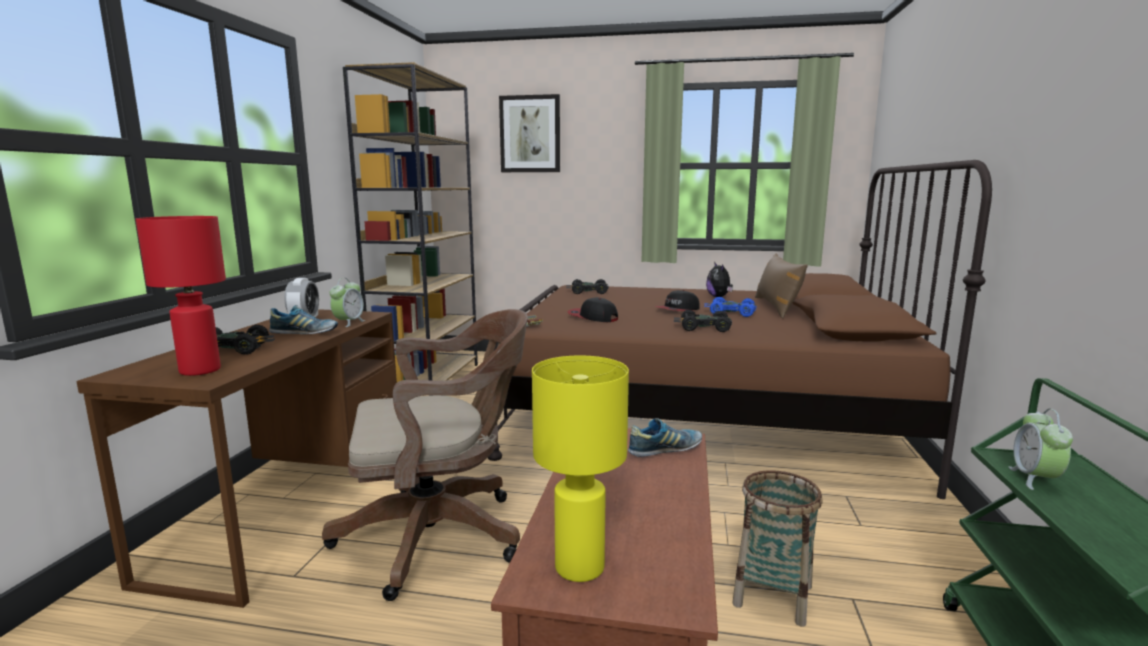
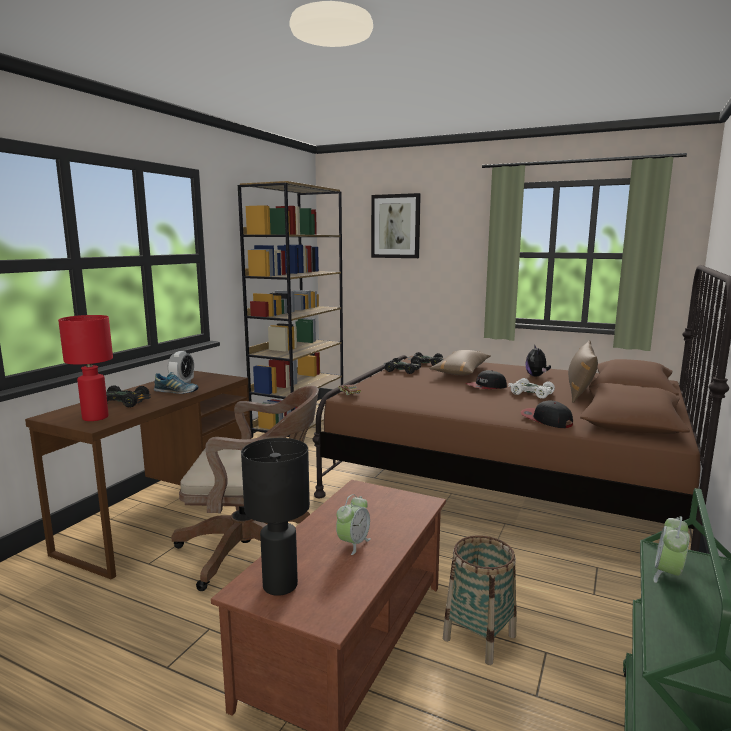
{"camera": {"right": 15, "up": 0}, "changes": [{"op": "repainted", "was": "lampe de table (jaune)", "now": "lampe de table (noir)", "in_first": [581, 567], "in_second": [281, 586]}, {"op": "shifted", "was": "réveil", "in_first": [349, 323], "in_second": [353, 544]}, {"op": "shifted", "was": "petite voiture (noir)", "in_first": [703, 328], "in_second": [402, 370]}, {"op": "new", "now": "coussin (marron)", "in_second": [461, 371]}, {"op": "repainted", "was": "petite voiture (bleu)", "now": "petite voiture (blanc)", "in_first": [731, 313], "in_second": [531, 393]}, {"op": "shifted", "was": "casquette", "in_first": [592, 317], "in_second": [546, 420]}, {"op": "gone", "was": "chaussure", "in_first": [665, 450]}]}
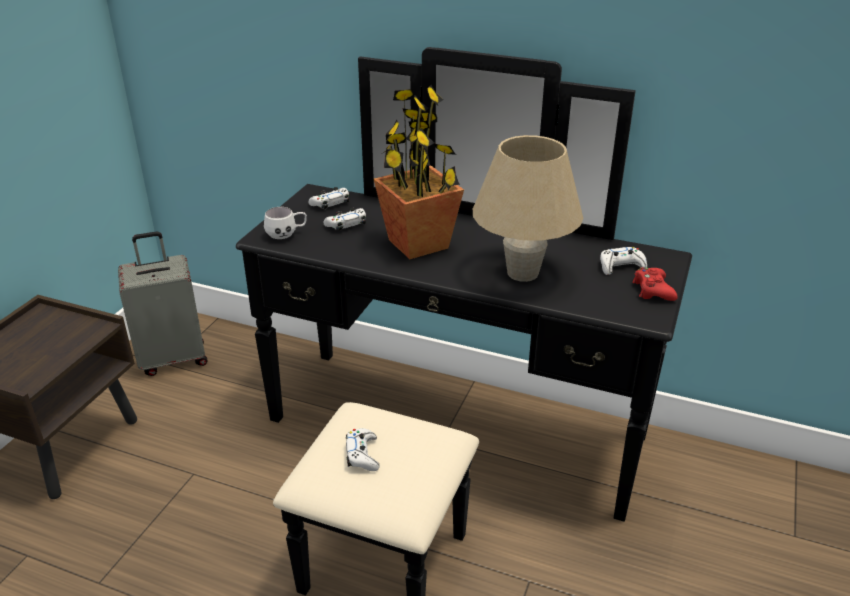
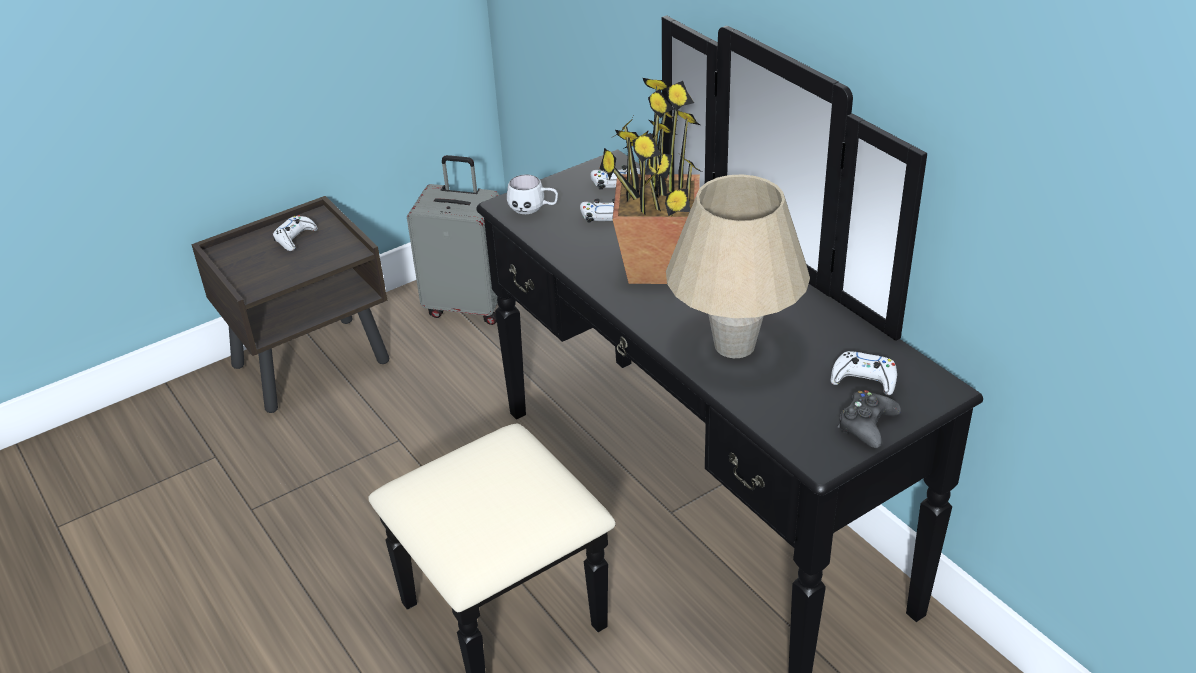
{"camera": {"right": 35, "up": 5}, "changes": [{"op": "shifted", "was": "manette (blanc)", "in_first": [362, 455], "in_second": [295, 238]}, {"op": "repainted", "was": "manette (rouge)", "now": "manette (noir)", "in_first": [652, 290], "in_second": [866, 425]}]}
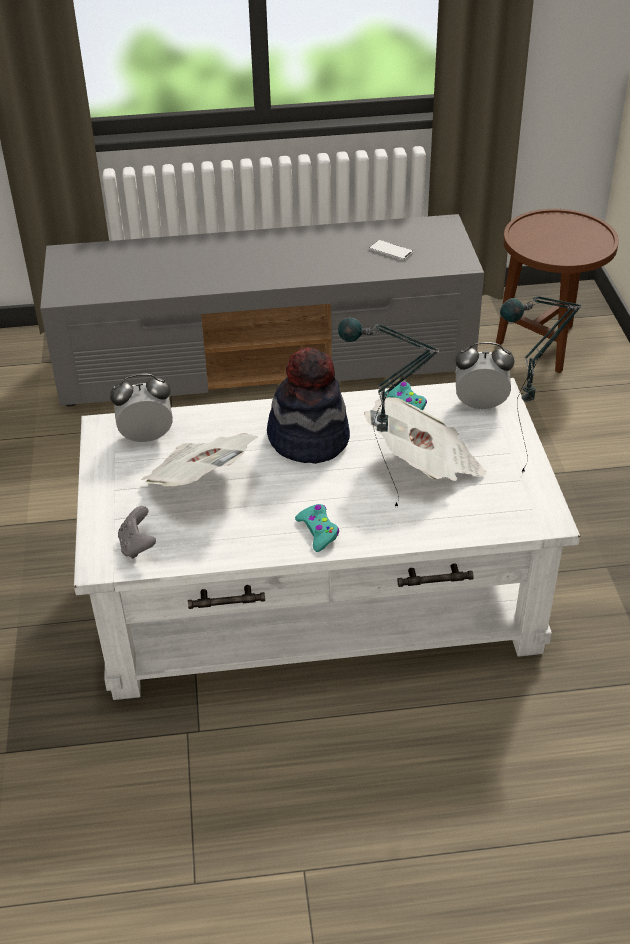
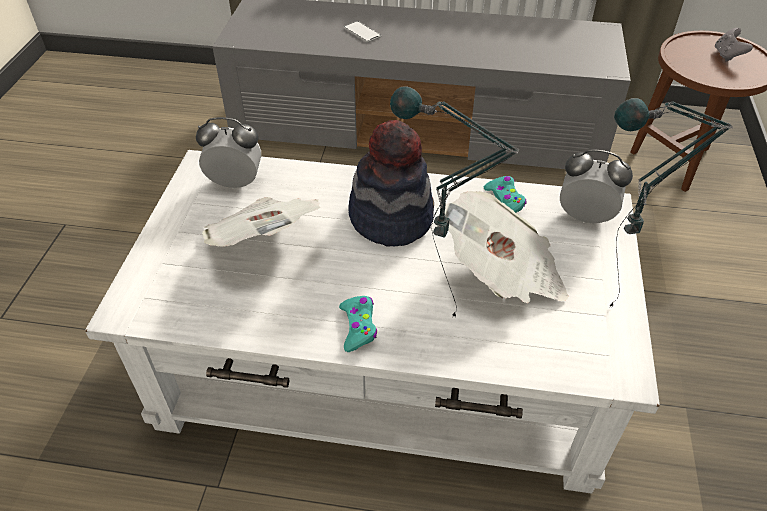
{"camera": {"right": 15, "up": 5}, "changes": [{"op": "shifted", "was": "téléphone", "in_first": [391, 251], "in_second": [362, 32]}, {"op": "shifted", "was": "manette (gris)", "in_first": [137, 546], "in_second": [727, 55]}]}
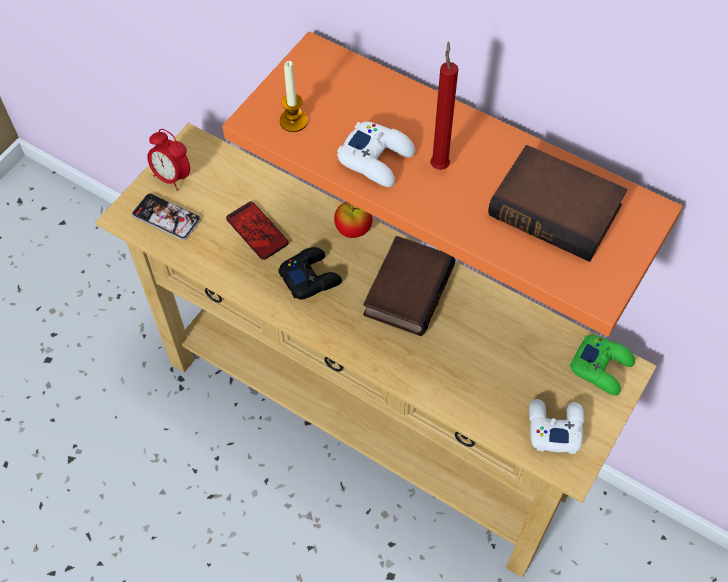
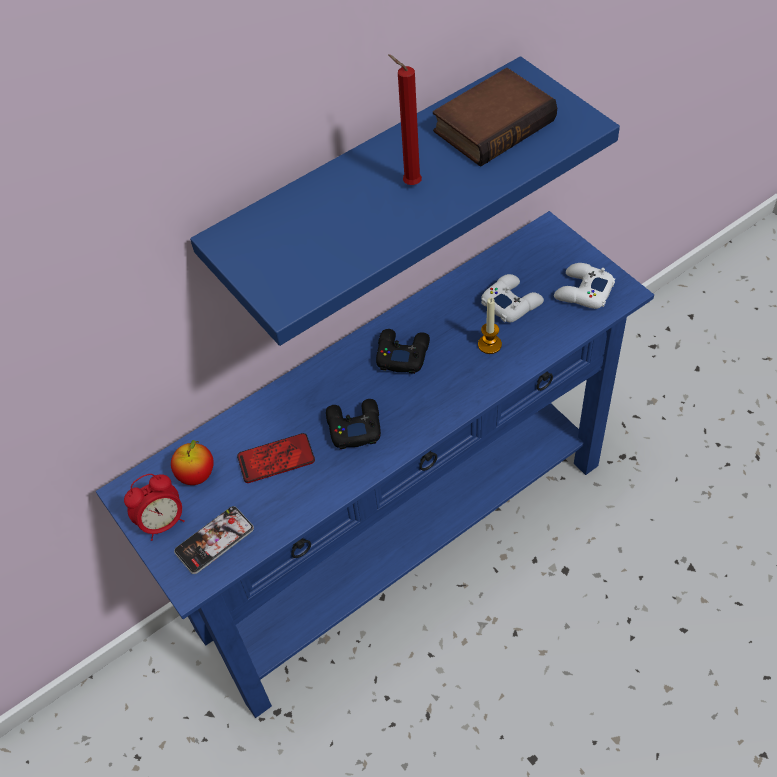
{"camera": {"right": -65, "up": -5}, "changes": [{"op": "repainted", "was": "table console (beige)", "now": "table console (bleu)", "in_first": [365, 422], "in_second": [403, 544]}, {"op": "shifted", "was": "pomme", "in_first": [353, 230], "in_second": [197, 475]}, {"op": "repainted", "was": "étagère (orange)", "now": "étagère (bleu)", "in_first": [479, 153], "in_second": [369, 187]}, {"op": "swapped", "was": "livre", "now": "manette (noir)", "in_first": [406, 289], "in_second": [402, 354]}, {"op": "shifted", "was": "bougie", "in_first": [293, 121], "in_second": [489, 345]}, {"op": "shifted", "was": "manette (blanc)", "in_first": [377, 159], "in_second": [511, 302]}, {"op": "gone", "was": "manette (vert)", "in_first": [602, 367]}]}
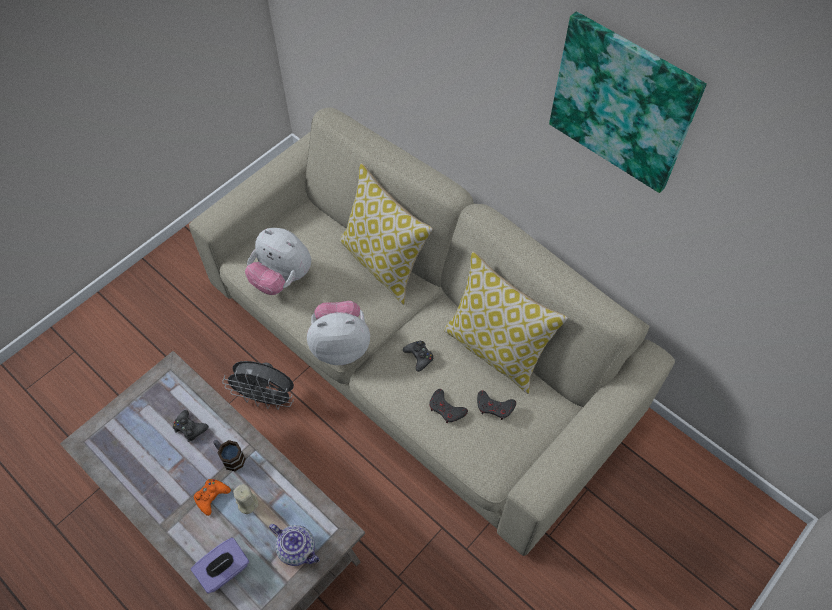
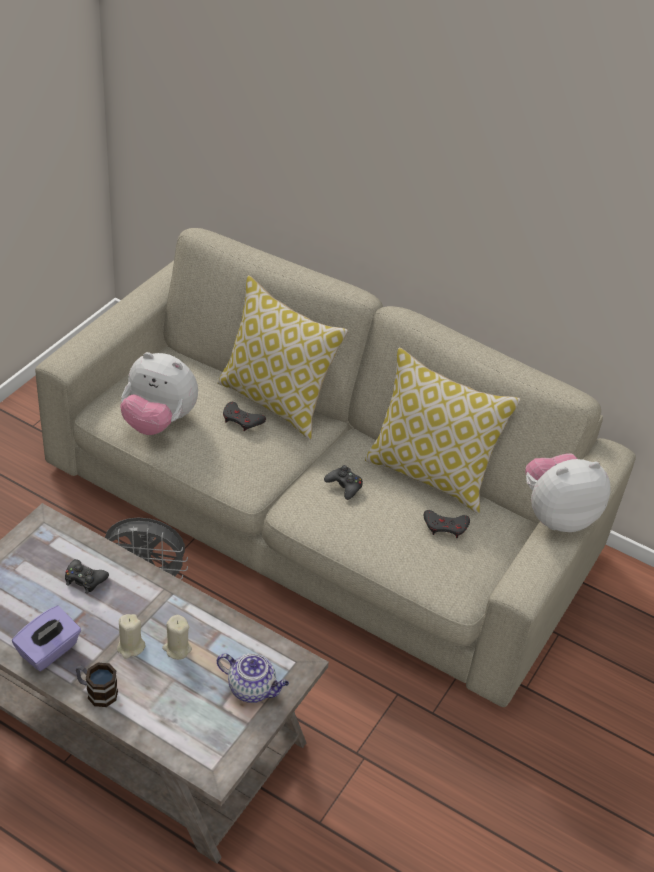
{"camera": {"right": -15, "up": -15}, "changes": [{"op": "shifted", "was": "boîte à mouchoirs (violet)", "in_first": [224, 570], "in_second": [49, 651]}, {"op": "shifted", "was": "mug", "in_first": [230, 457], "in_second": [96, 692]}, {"op": "swapped", "was": "manette (orange)", "now": "bougie (beige)", "in_first": [211, 497], "in_second": [130, 647]}, {"op": "shifted", "was": "manette (gris)", "in_first": [446, 409], "in_second": [242, 420]}, {"op": "shifted", "was": "peluche", "in_first": [340, 345], "in_second": [556, 515]}, {"op": "gone", "was": "tableau", "in_first": [623, 103]}]}
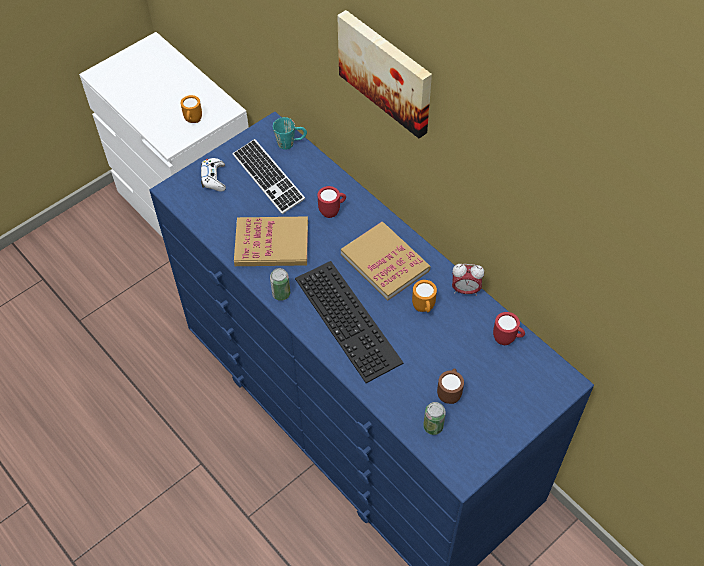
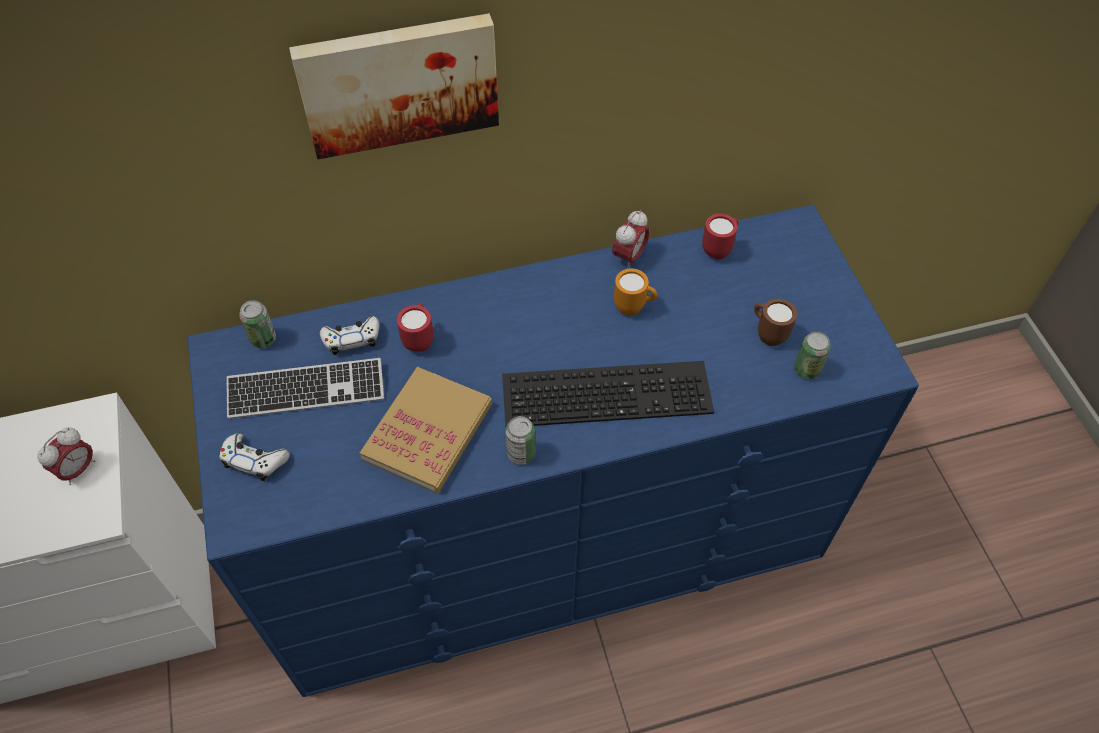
{"camera": {"right": -65, "up": 0}, "changes": [{"op": "swapped", "was": "mug (orange)", "now": "réveil", "in_first": [193, 121], "in_second": [78, 470]}, {"op": "swapped", "was": "mug (turquoise)", "now": "boîte métallique", "in_first": [291, 143], "in_second": [263, 339]}, {"op": "new", "now": "manette (blanc)", "in_second": [352, 339]}, {"op": "gone", "was": "livre", "in_first": [385, 262]}]}
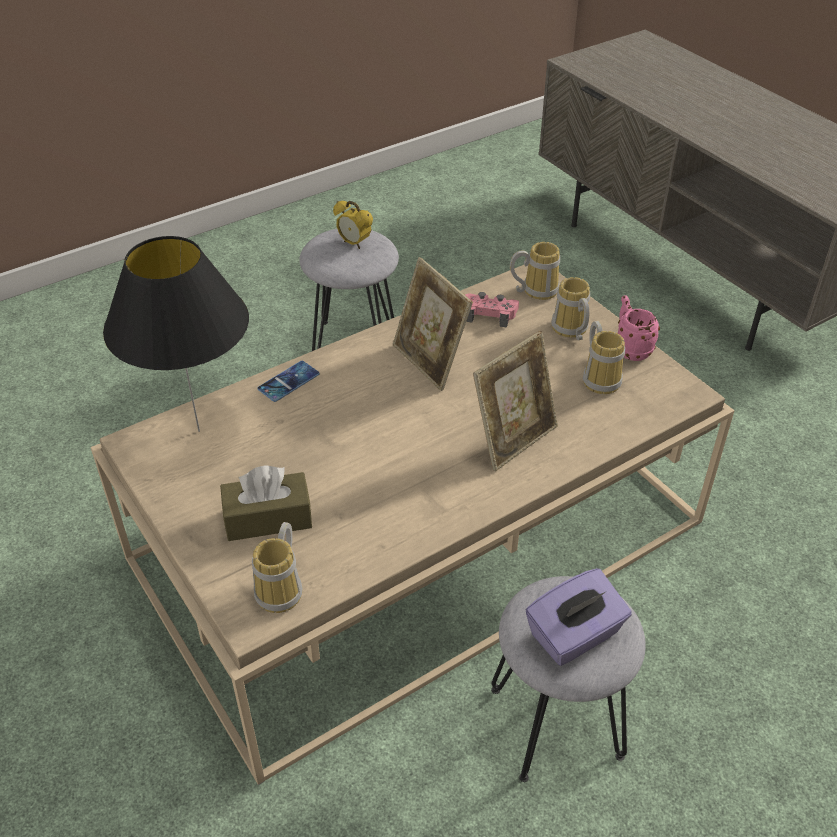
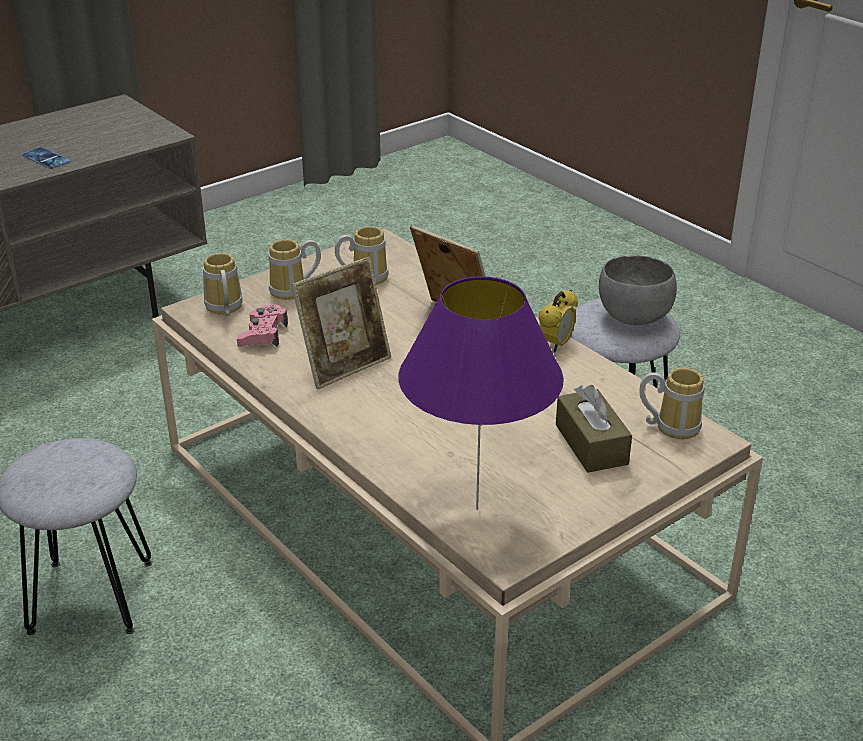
{"camera": {"right": -95, "up": -10}, "changes": [{"op": "shifted", "was": "téléphone", "in_first": [288, 381], "in_second": [46, 159]}, {"op": "repainted", "was": "lampe de table (noir)", "now": "lampe de table (violet)", "in_first": [198, 431], "in_second": [478, 509]}, {"op": "shifted", "was": "réveil", "in_first": [354, 243], "in_second": [556, 345]}, {"op": "swapped", "was": "boîte à mouchoirs (violet)", "now": "bol (gris)", "in_first": [575, 636], "in_second": [632, 317]}, {"op": "gone", "was": "mug (rose)", "in_first": [630, 348]}]}
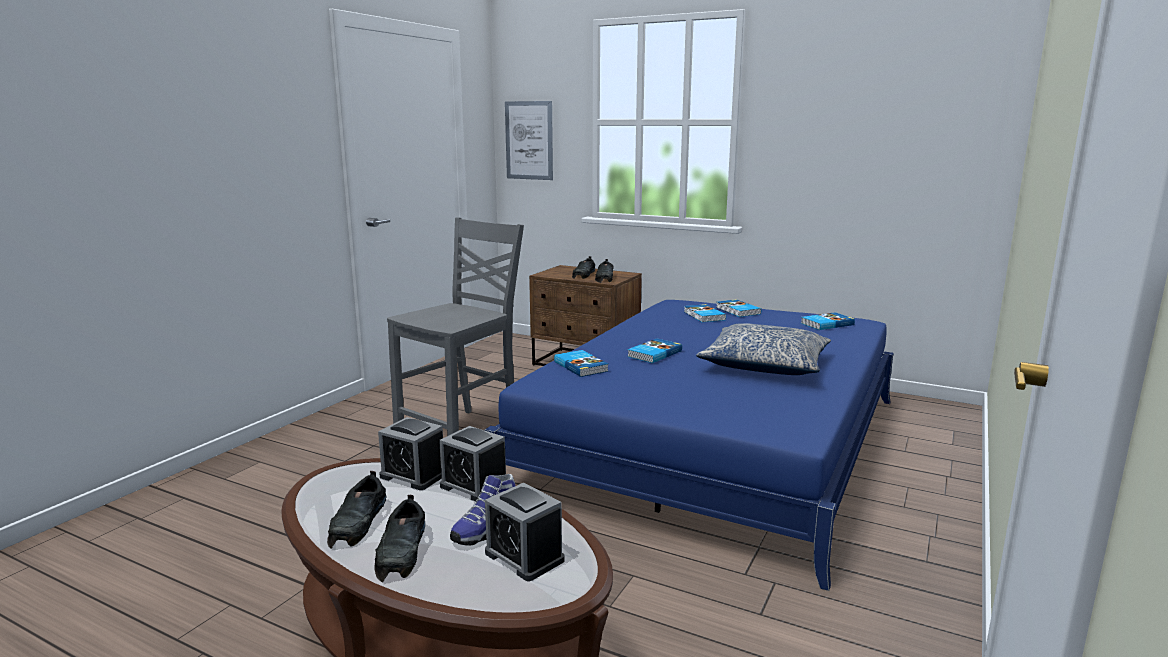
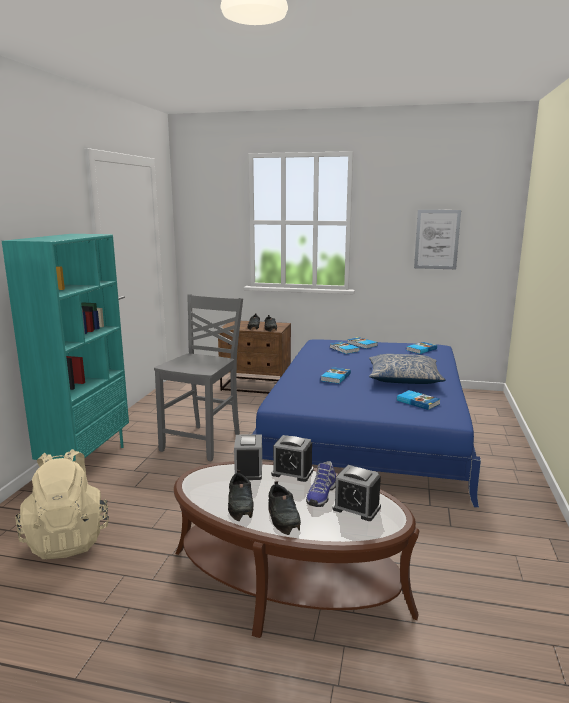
{"camera": {"right": -15, "up": 0}, "changes": [{"op": "new", "now": "bibliothèque (turquoise)", "in_second": [86, 461]}, {"op": "new", "now": "sac à dos (beige)", "in_second": [68, 539]}, {"op": "rotated", "was": "réveil", "in_first": [413, 475], "in_second": [248, 470], "clockwise": -105}, {"op": "shifted", "was": "livre", "in_first": [581, 366], "in_second": [418, 402]}, {"op": "shifted", "was": "tableau", "in_first": [529, 140], "in_second": [437, 239]}]}
